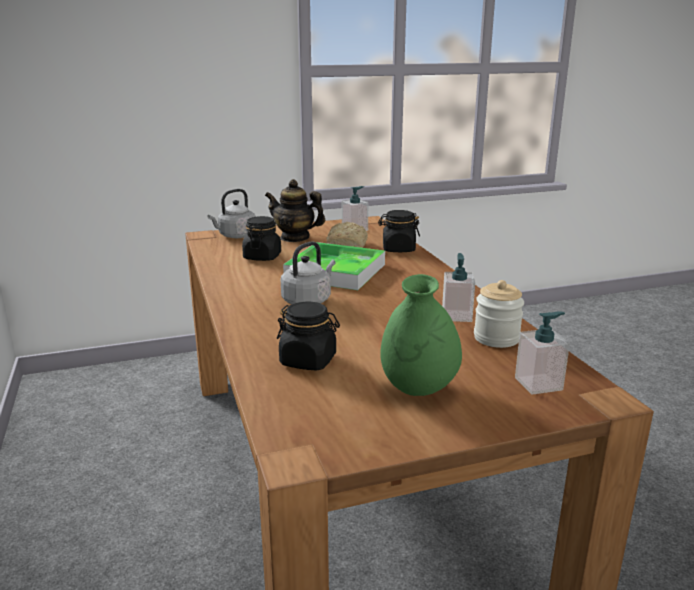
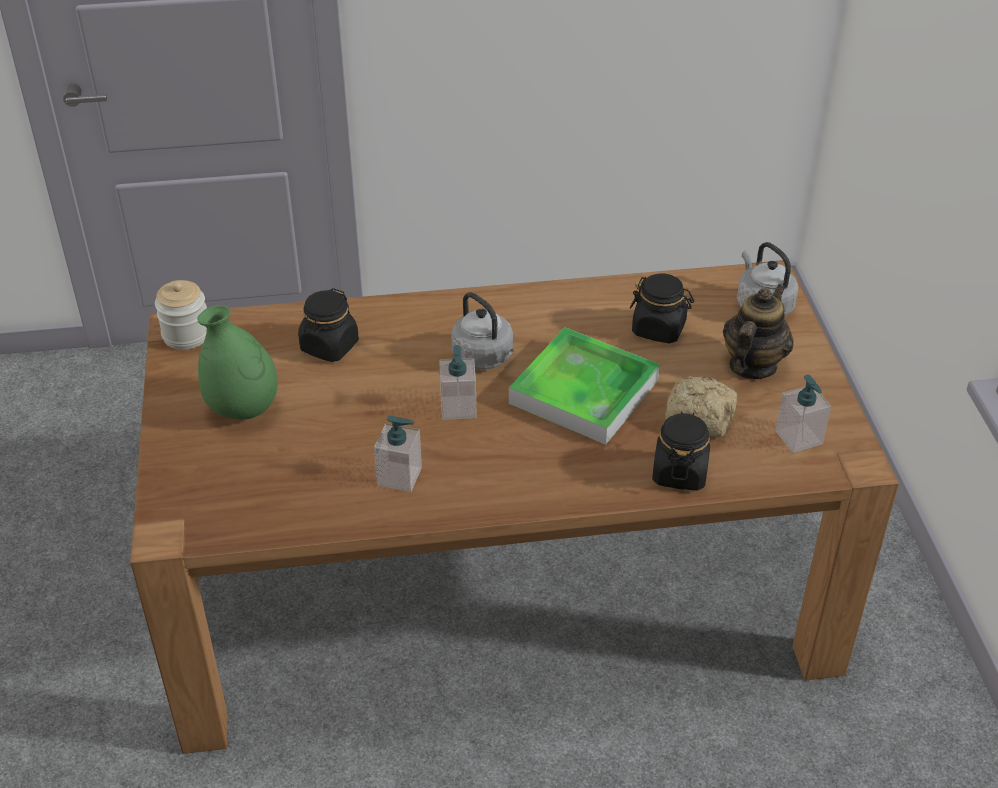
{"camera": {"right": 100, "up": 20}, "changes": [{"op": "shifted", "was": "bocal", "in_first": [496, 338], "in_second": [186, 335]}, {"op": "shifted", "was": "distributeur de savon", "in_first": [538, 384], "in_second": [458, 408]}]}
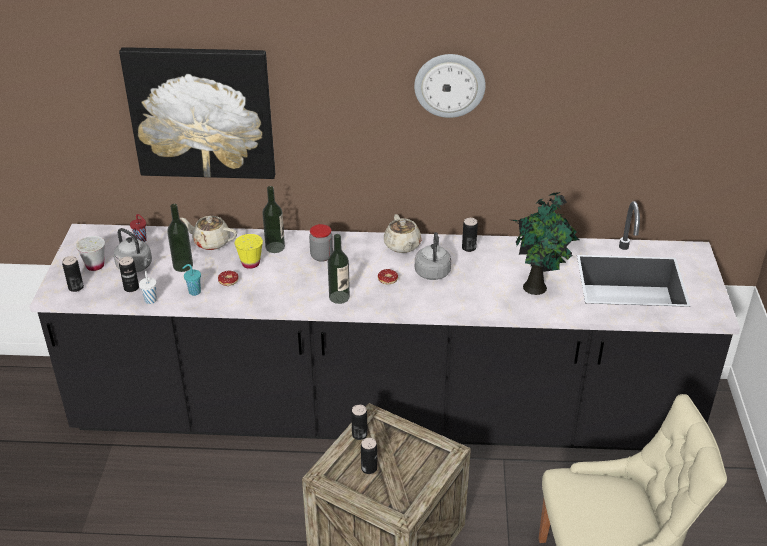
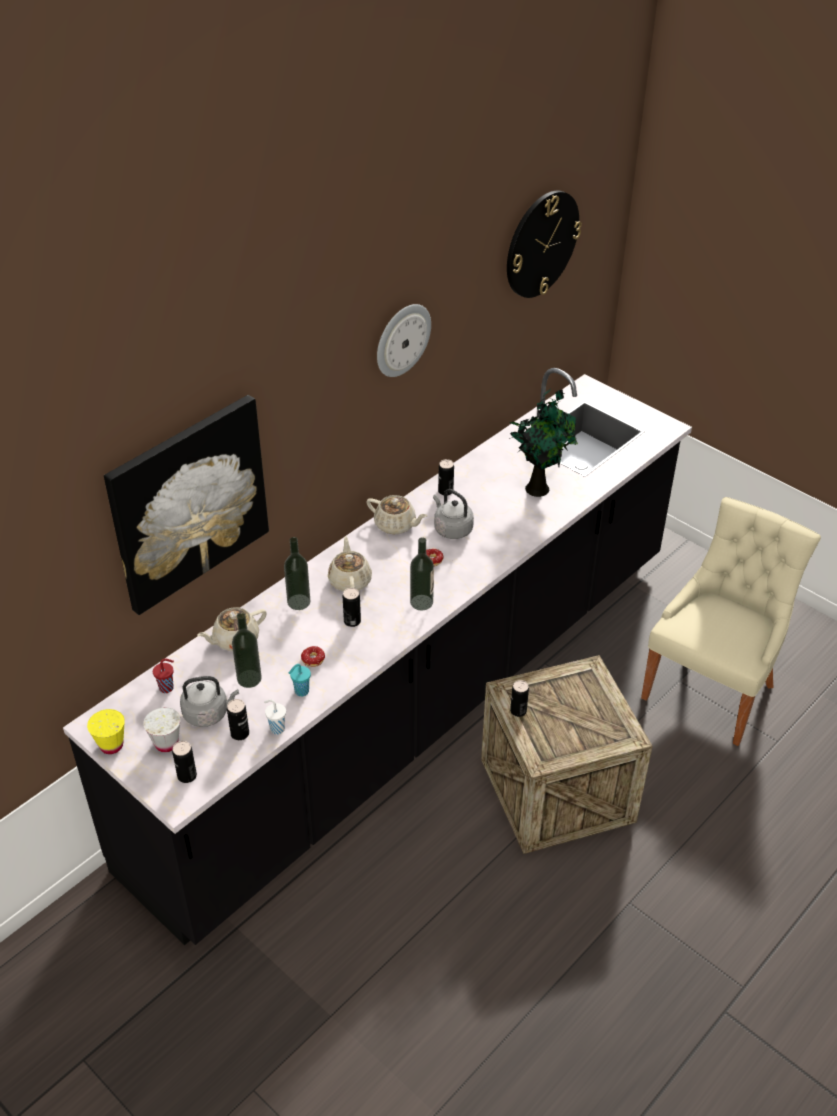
{"camera": {"right": -50, "up": 5}, "changes": [{"op": "shifted", "was": "tasse (jaune)", "in_first": [250, 263], "in_second": [111, 745]}, {"op": "swapped", "was": "bocal", "now": "théière (beige)", "in_first": [321, 256], "in_second": [350, 580]}, {"op": "shifted", "was": "boîte métallique", "in_first": [369, 468], "in_second": [352, 621]}, {"op": "new", "now": "horloge murale", "in_second": [541, 244]}]}
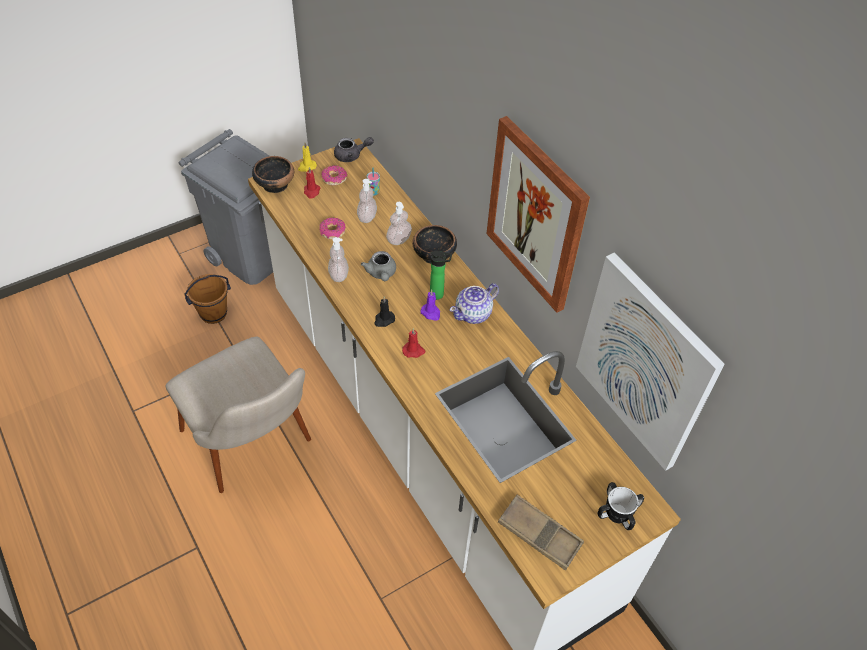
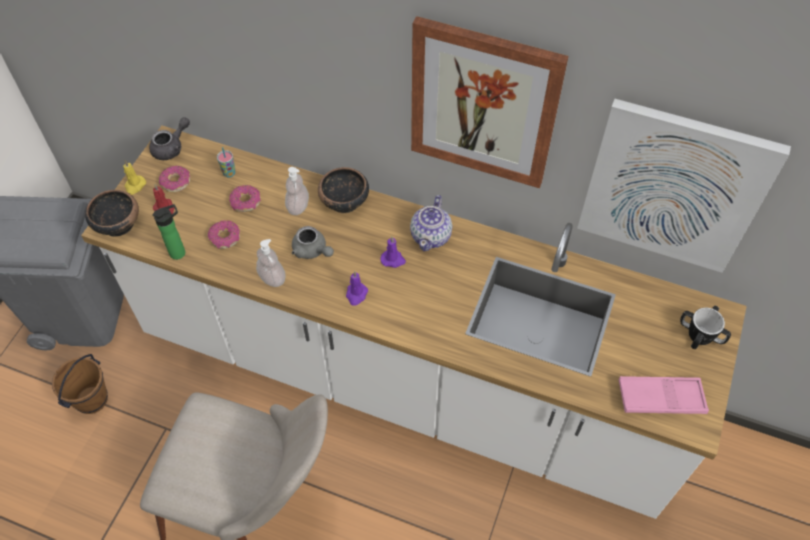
{"camera": {"right": -35, "up": 5}, "changes": [{"op": "shifted", "was": "bouteille", "in_first": [439, 295], "in_second": [180, 252]}, {"op": "swapped", "was": "distributeur de savon", "now": "beignet", "in_first": [367, 217], "in_second": [246, 202]}, {"op": "repainted", "was": "bougie (noir)", "now": "bougie (violet)", "in_first": [384, 320], "in_second": [356, 294]}, {"op": "repainted", "was": "plateau (marron)", "now": "plateau (rose)", "in_first": [539, 534], "in_second": [661, 398]}, {"op": "gone", "was": "bougie (rouge)", "in_first": [414, 351]}]}
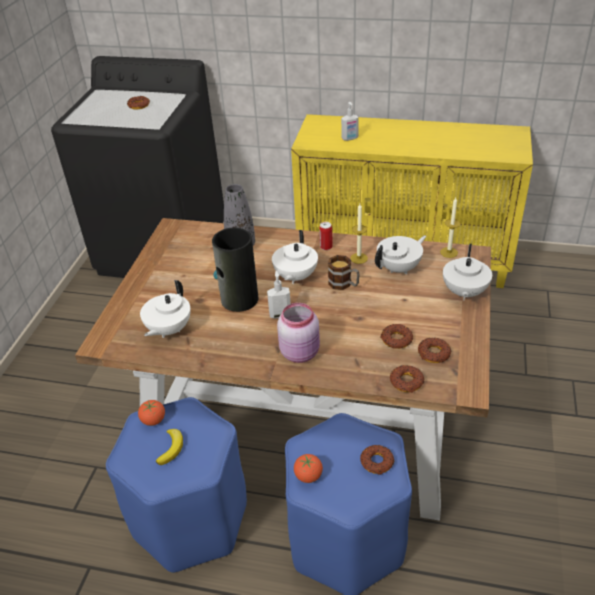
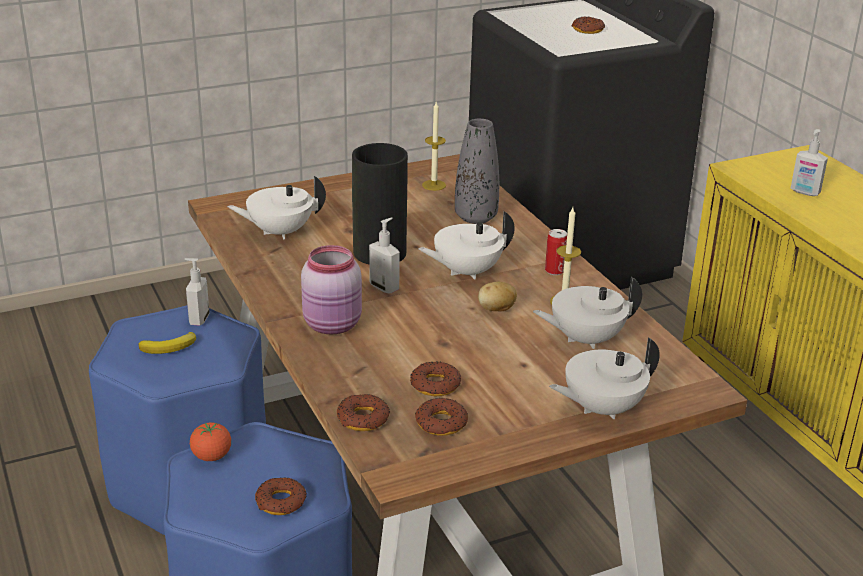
{"camera": {"right": 50, "up": -10}, "changes": [{"op": "swapped", "was": "tomate", "now": "distributeur de savon", "in_first": [153, 420], "in_second": [198, 319]}, {"op": "shifted", "was": "bougie", "in_first": [449, 252], "in_second": [434, 185]}, {"op": "swapped", "was": "mug", "now": "pomme de terre", "in_first": [344, 284], "in_second": [496, 309]}, {"op": "rotated", "was": "théière (blanc)", "in_first": [399, 268], "in_second": [585, 339], "clockwise": 150}]}
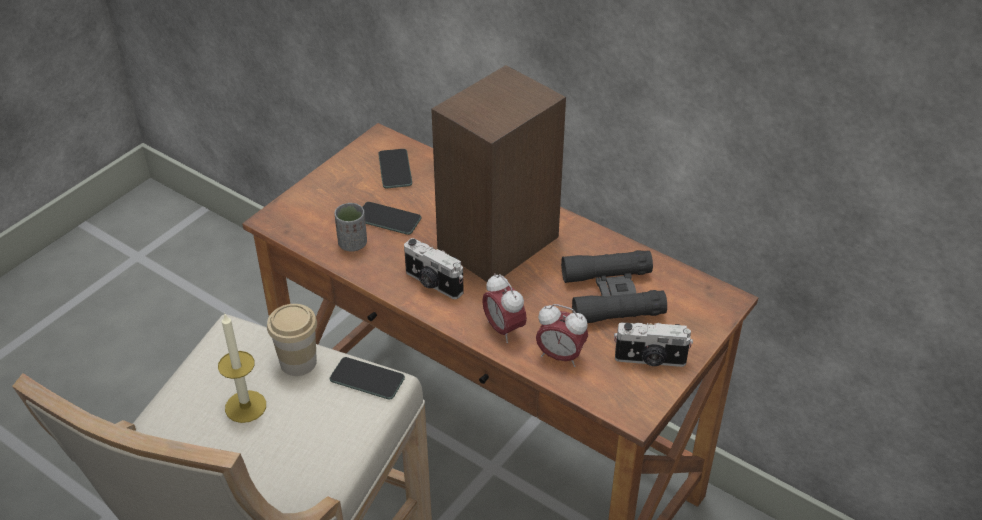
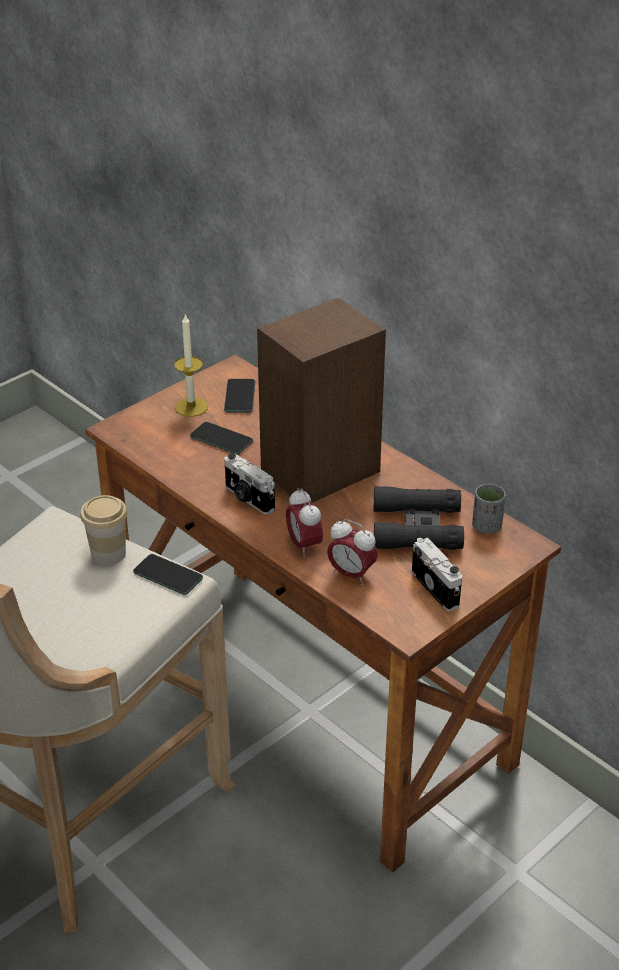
{"camera": {"right": 10, "up": -5}, "changes": [{"op": "shifted", "was": "bougie", "in_first": [245, 406], "in_second": [191, 407]}, {"op": "rotated", "was": "appareil photo", "in_first": [650, 360], "in_second": [437, 588], "clockwise": -135}, {"op": "shifted", "was": "tasse (gris)", "in_first": [352, 244], "in_second": [486, 526]}]}
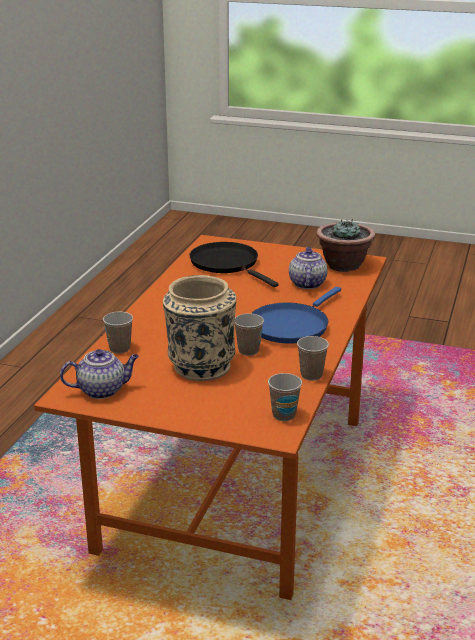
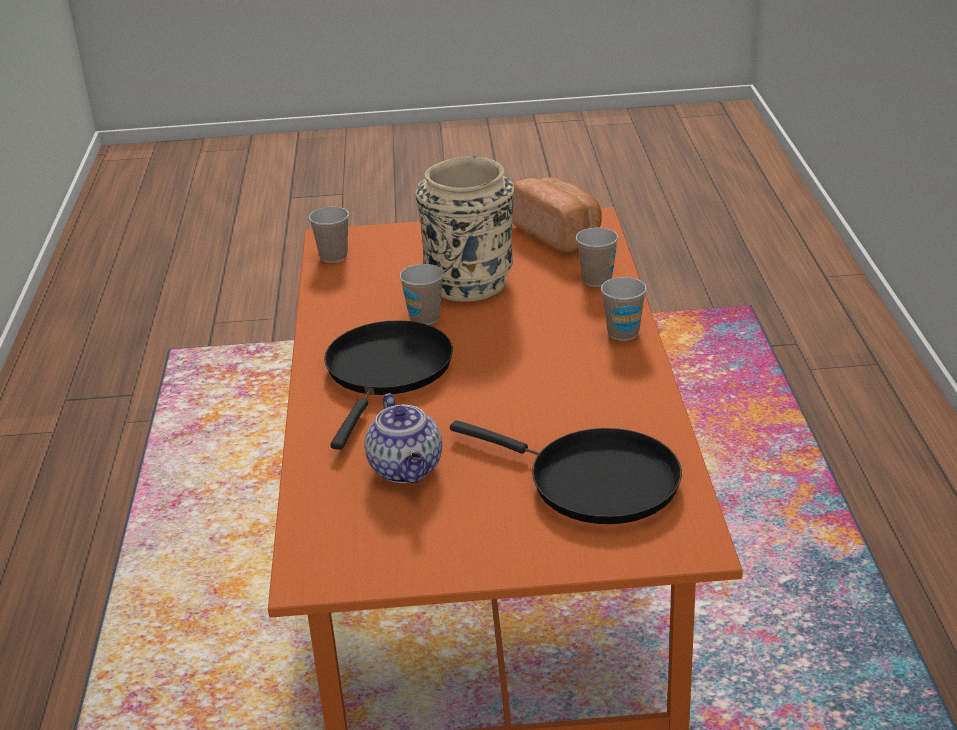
{"camera": {"right": 160, "up": 5}, "changes": [{"op": "repainted", "was": "poêle (bleu)", "now": "poêle (noir)", "in_first": [291, 326], "in_second": [387, 372]}, {"op": "swapped", "was": "théière", "now": "pain", "in_first": [102, 390], "in_second": [558, 233]}, {"op": "shifted", "was": "tasse", "in_first": [311, 375], "in_second": [623, 333]}, {"op": "gone", "was": "plante en pot", "in_first": [343, 265]}]}
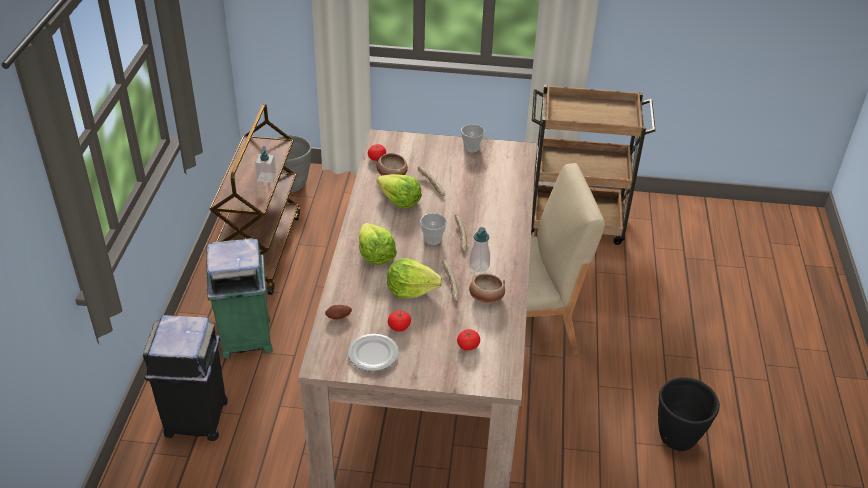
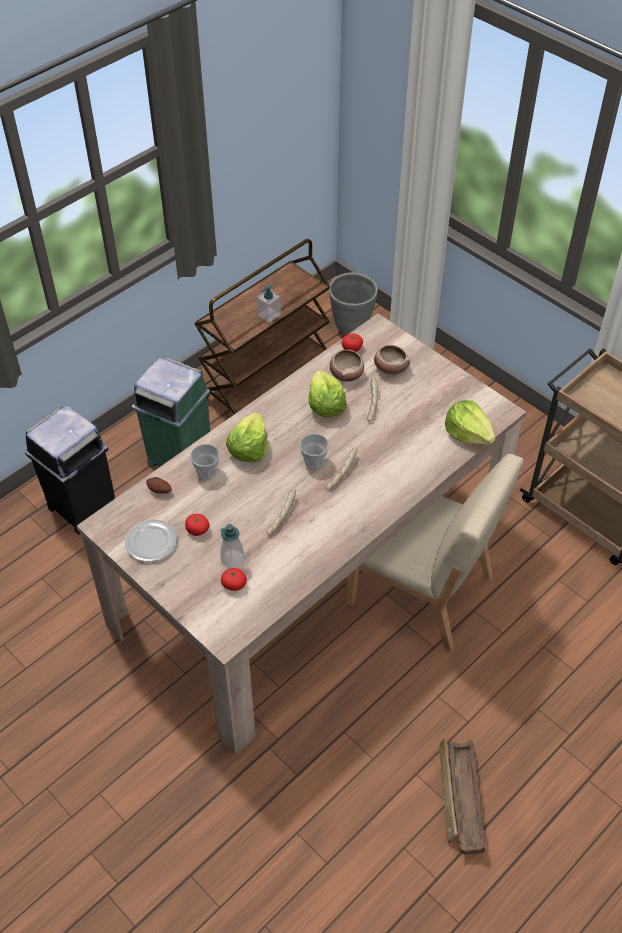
{"camera": {"right": 40, "up": 10}, "changes": [{"op": "shifted", "was": "tasse", "in_first": [471, 148], "in_second": [206, 471]}, {"op": "shifted", "was": "distributeur de savon", "in_first": [479, 266], "in_second": [232, 559]}, {"op": "shifted", "was": "bol", "in_first": [486, 298], "in_second": [390, 368]}, {"op": "swapped", "was": "cache-pot (noir)", "now": "caisse", "in_first": [678, 439], "in_second": [461, 799]}, {"op": "shifted", "was": "laitue", "in_first": [411, 289], "in_second": [468, 433]}]}
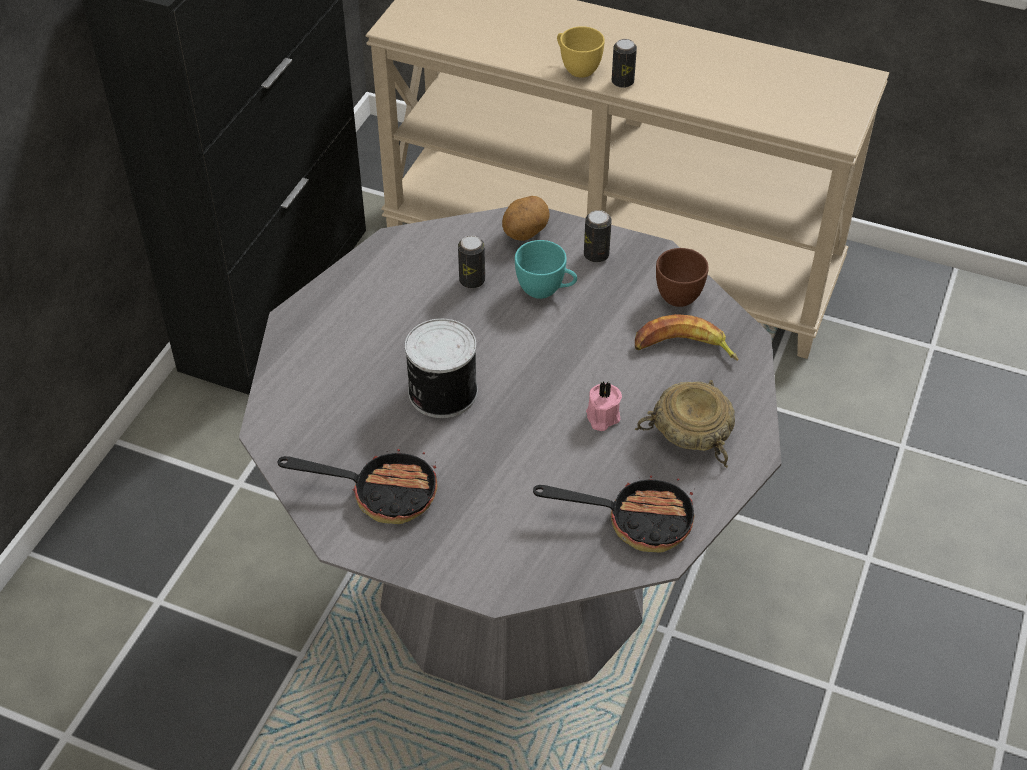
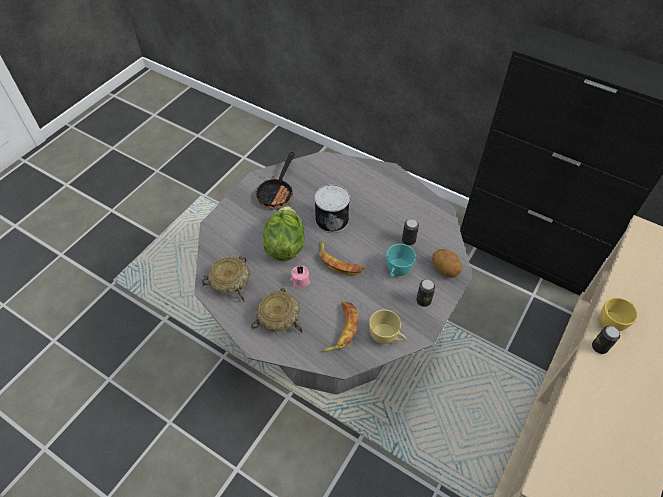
{"camera": {"right": 100, "up": 5}, "changes": [{"op": "swapped", "was": "poêle", "now": "bol (beige)", "in_first": [636, 520], "in_second": [232, 283]}, {"op": "new", "now": "laitue", "in_second": [285, 245]}, {"op": "new", "now": "banane", "in_second": [340, 262]}, {"op": "repainted", "was": "tasse (marron)", "now": "tasse (jaune)", "in_first": [680, 292], "in_second": [386, 337]}]}
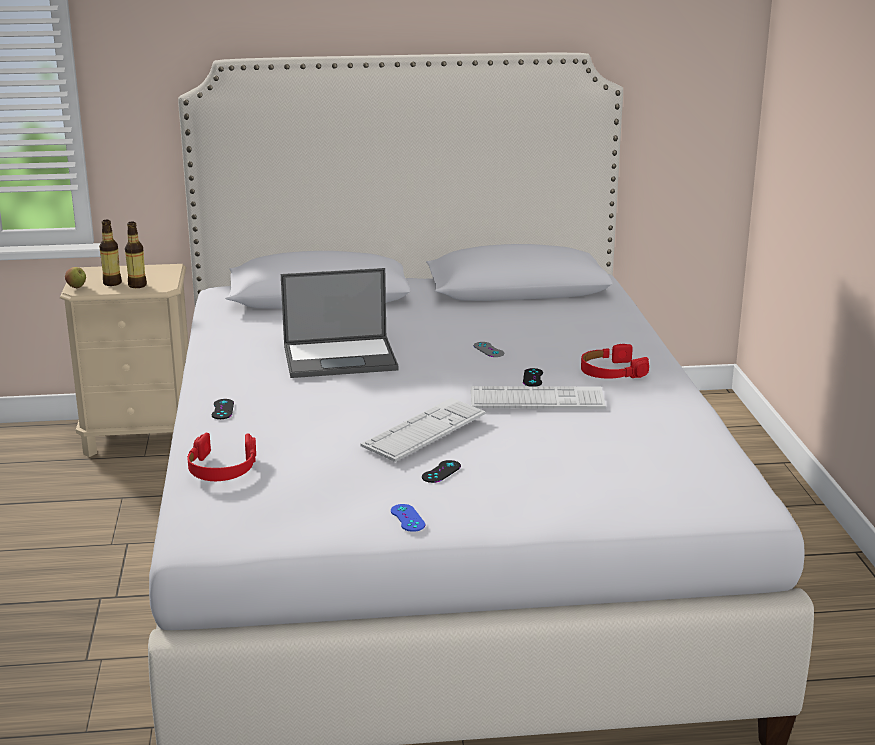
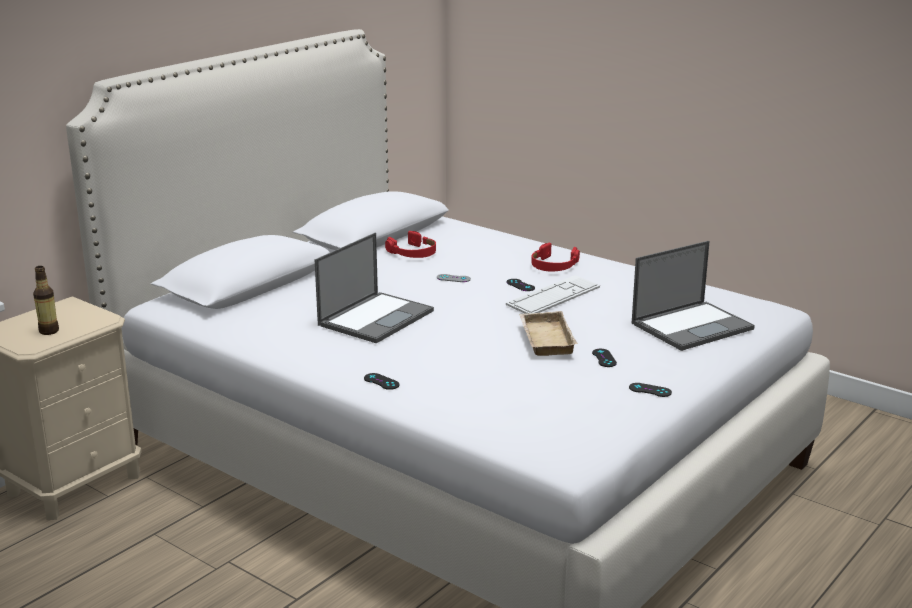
{"camera": {"right": -45, "up": 0}, "changes": [{"op": "shifted", "was": "casque audio (rouge)", "in_first": [222, 468], "in_second": [413, 253]}, {"op": "swapped", "was": "clavier", "now": "plateau (beige)", "in_first": [424, 430], "in_second": [544, 338]}, {"op": "repainted", "was": "manette (bleu)", "now": "manette (noir)", "in_first": [407, 518], "in_second": [650, 390]}, {"op": "new", "now": "ordinateur portable", "in_second": [692, 326]}, {"op": "gone", "was": "pomme", "in_first": [77, 287]}, {"op": "gone", "was": "bouteille", "in_first": [137, 285]}]}
